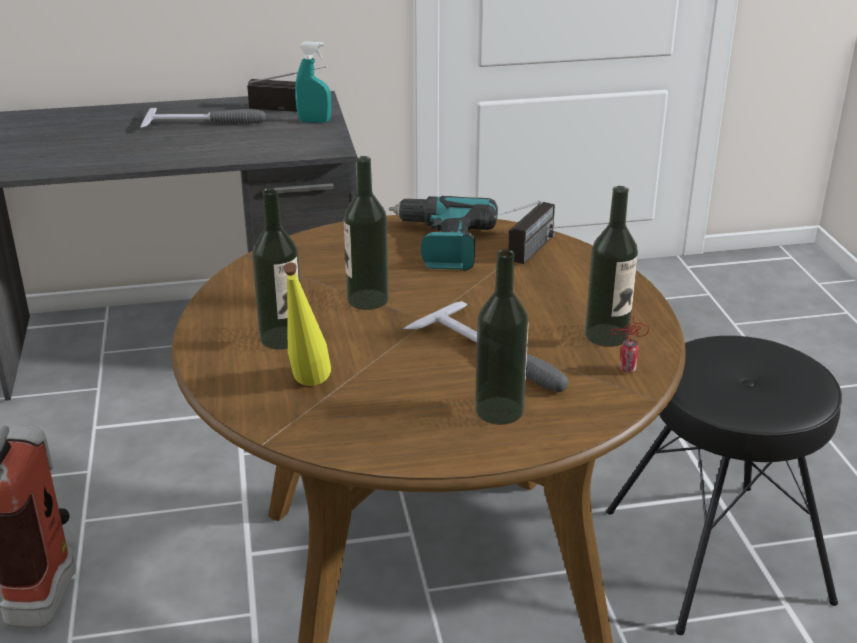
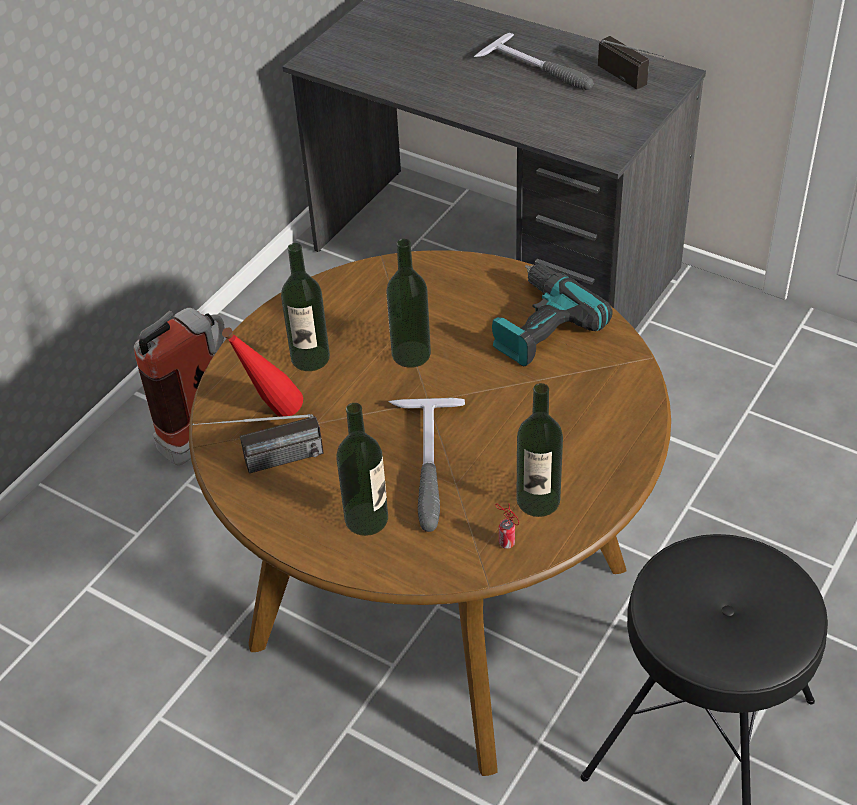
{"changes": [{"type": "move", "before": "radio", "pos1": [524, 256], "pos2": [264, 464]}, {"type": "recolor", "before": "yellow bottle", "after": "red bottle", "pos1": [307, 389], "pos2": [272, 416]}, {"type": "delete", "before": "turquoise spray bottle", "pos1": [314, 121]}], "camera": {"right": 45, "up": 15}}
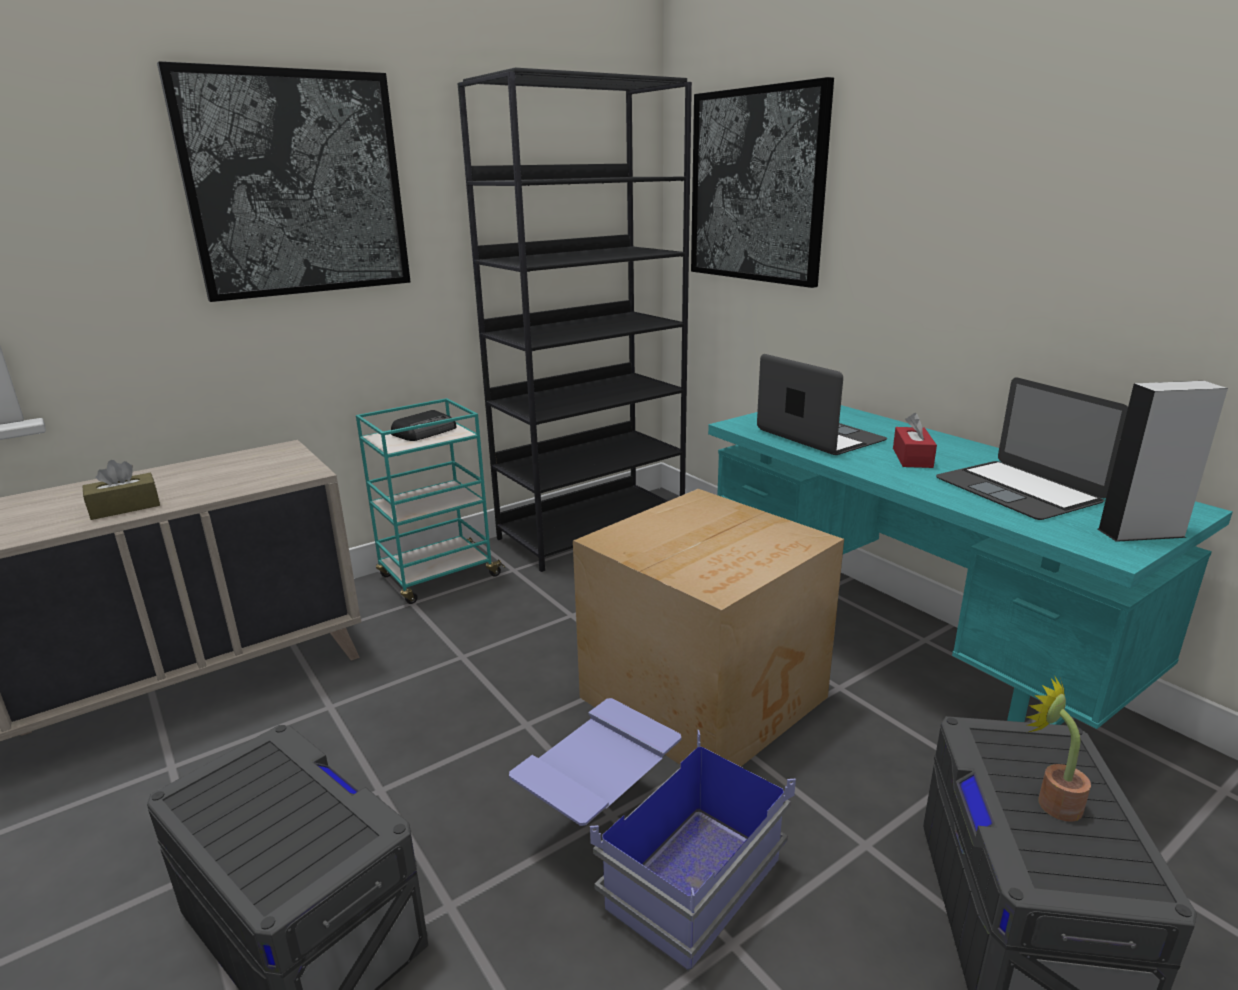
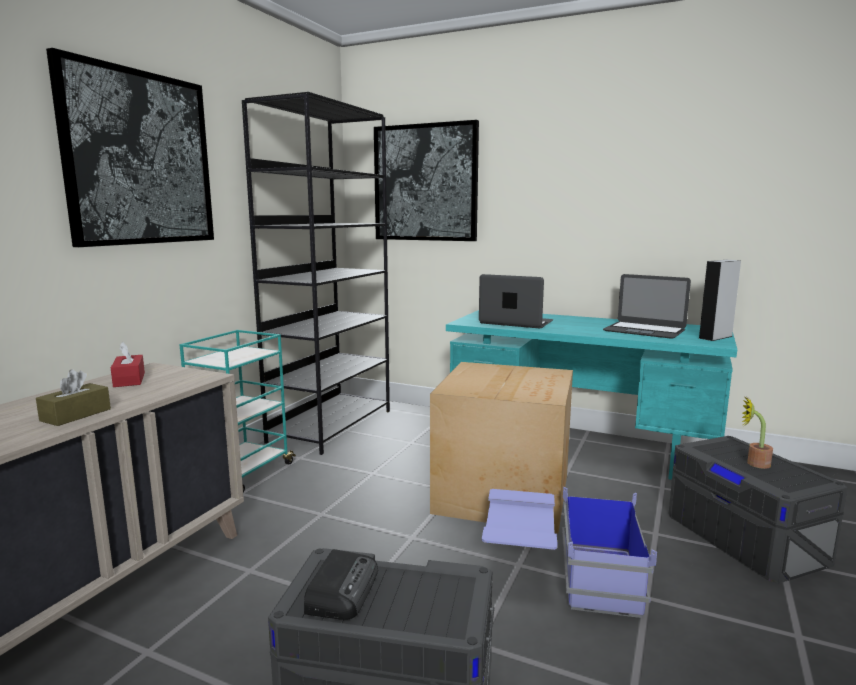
{"changes": [{"type": "move", "before": "red tissue box", "pos1": [912, 458], "pos2": [129, 380]}, {"type": "move", "before": "radio", "pos1": [426, 431], "pos2": [342, 589]}], "camera": {"right": -30, "up": -10}}
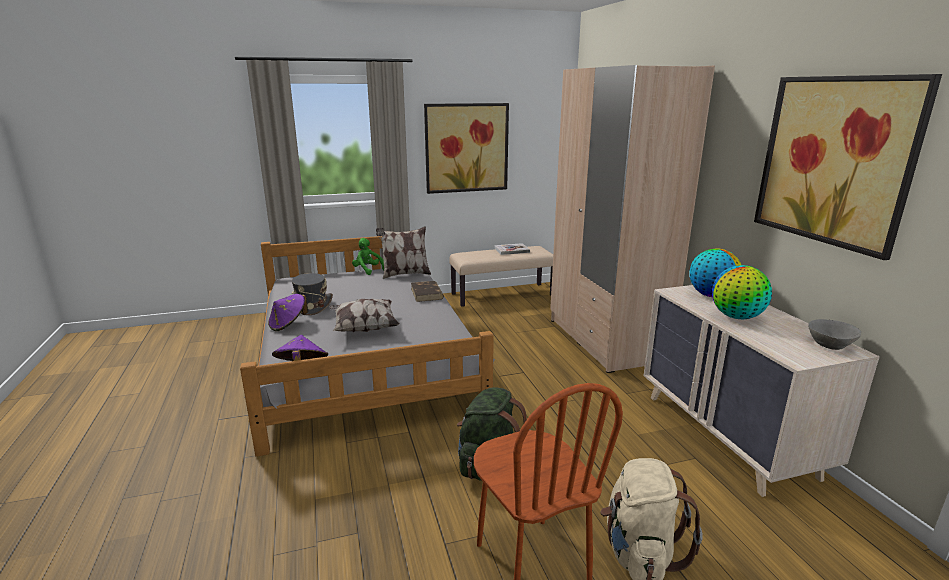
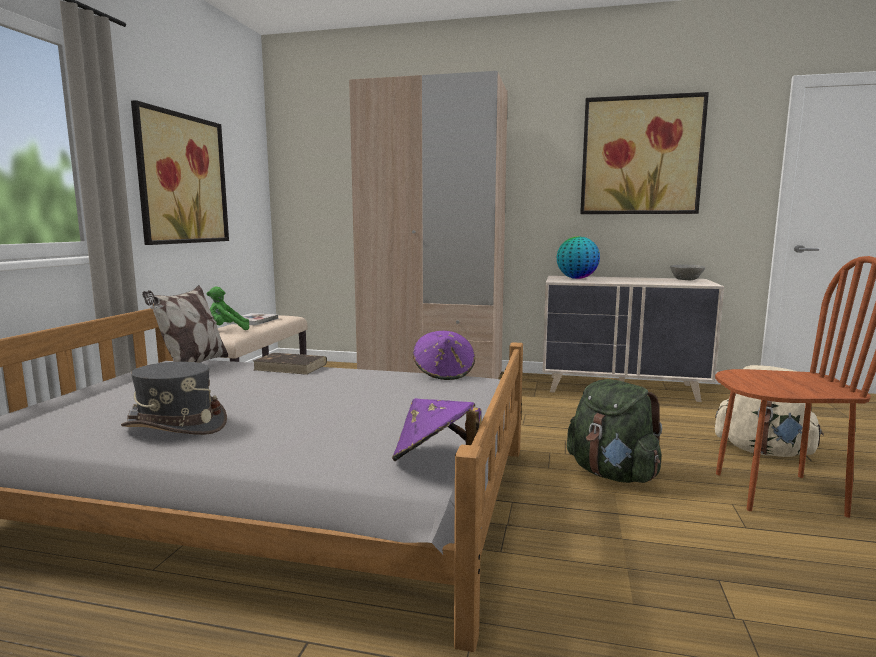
{"changes": [{"type": "move", "before": "green plush toy", "pos1": [368, 270], "pos2": [227, 330]}, {"type": "move", "before": "purple hat", "pos1": [288, 324], "pos2": [444, 373]}, {"type": "delete", "before": "pillow", "pos1": [364, 328]}, {"type": "delete", "before": "globe", "pos1": [737, 317]}], "camera": {"right": -60, "up": -10}}
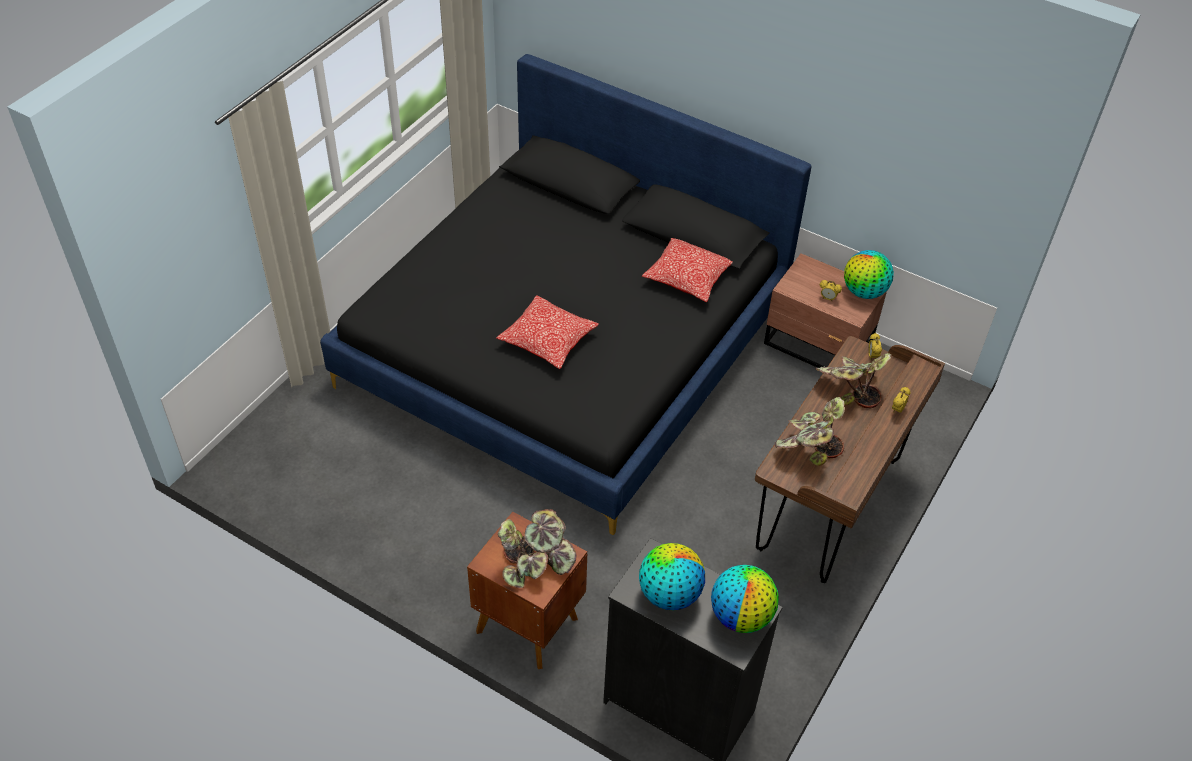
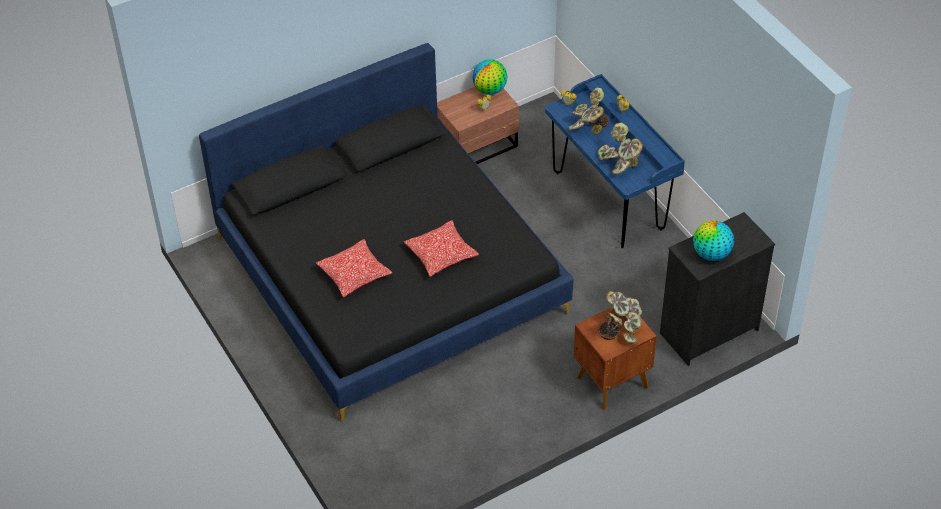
{"changes": [{"type": "move", "before": "pillow", "pos1": [688, 277], "pos2": [354, 274]}, {"type": "recolor", "before": "brown desk", "after": "blue desk", "pos1": [829, 505], "pos2": [608, 200]}, {"type": "delete", "before": "globe", "pos1": [741, 616]}], "camera": {"right": -60, "up": 0}}
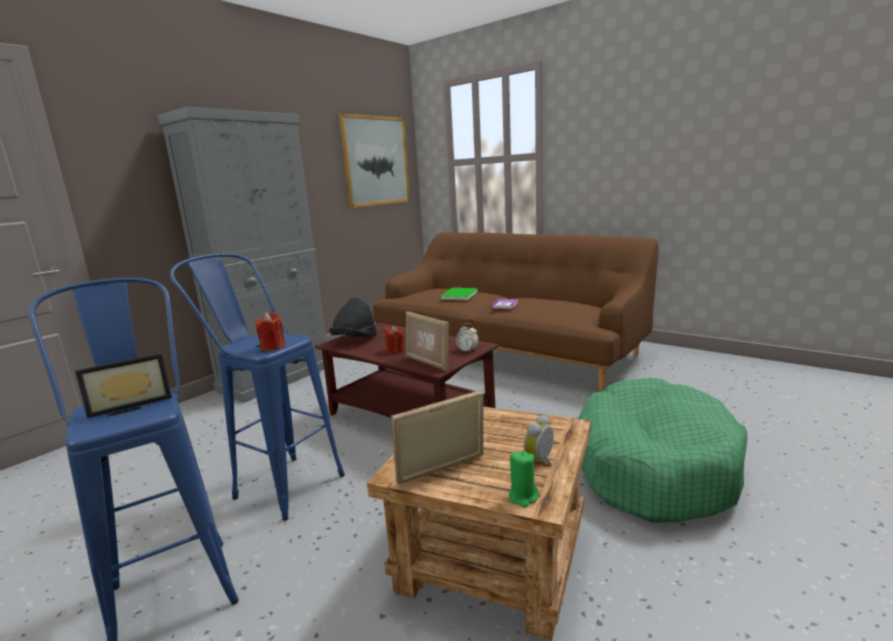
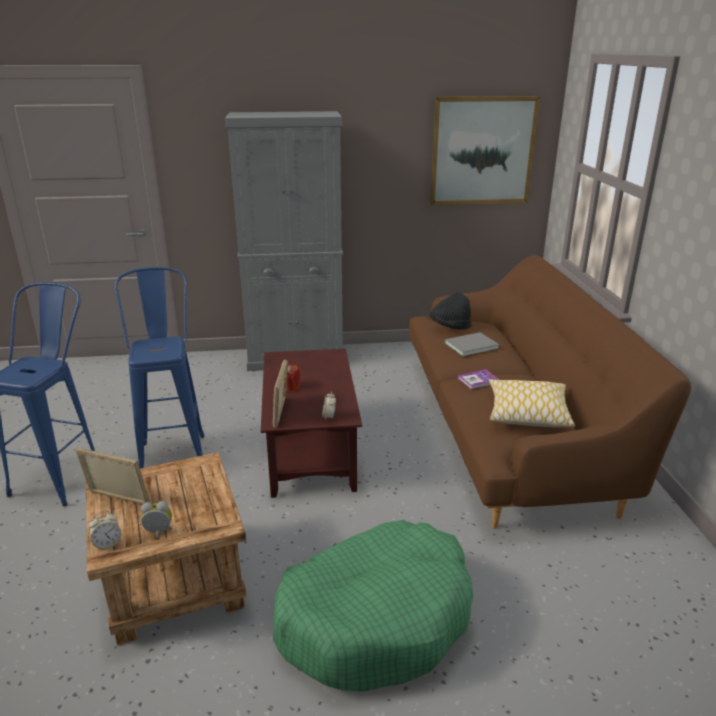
{"changes": [{"type": "replace", "before": "green candle", "after": "alarm clock", "pos1": [523, 497], "pos2": [107, 544]}, {"type": "move", "before": "black hat", "pos1": [355, 340], "pos2": [450, 327]}, {"type": "recolor", "before": "green book", "after": "grey book", "pos1": [458, 295], "pos2": [469, 345]}, {"type": "insert", "after": "pillow", "pos2": [527, 413]}, {"type": "delete", "before": "picture frame", "pos1": [131, 403]}, {"type": "delete", "before": "red candle", "pos1": [273, 347]}], "camera": {"right": 45, "up": 10}}
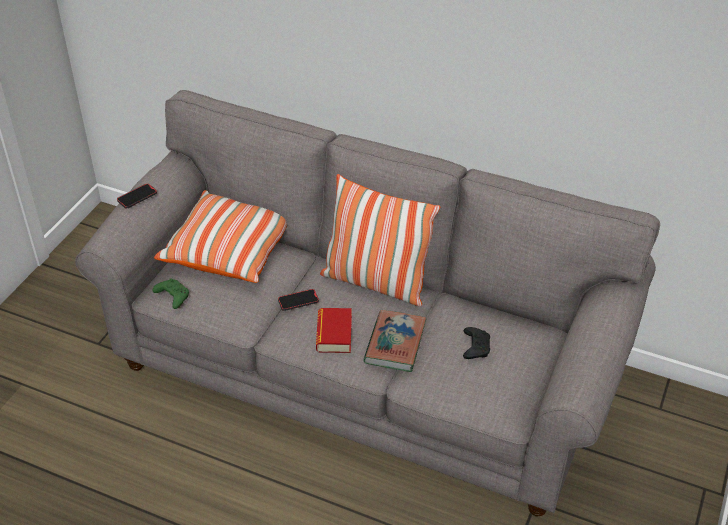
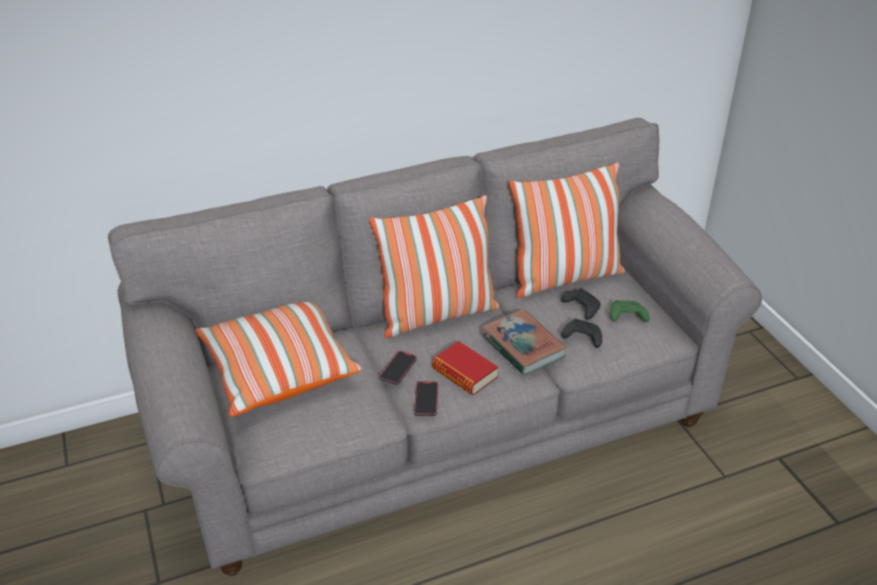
{"changes": [{"type": "move", "before": "phone", "pos1": [137, 197], "pos2": [426, 400]}, {"type": "insert", "after": "pillow", "pos2": [565, 277]}, {"type": "insert", "after": "black game controller", "pos2": [581, 338]}, {"type": "move", "before": "green game controller", "pos1": [172, 297], "pos2": [626, 317]}], "camera": {"right": -45, "up": -5}}
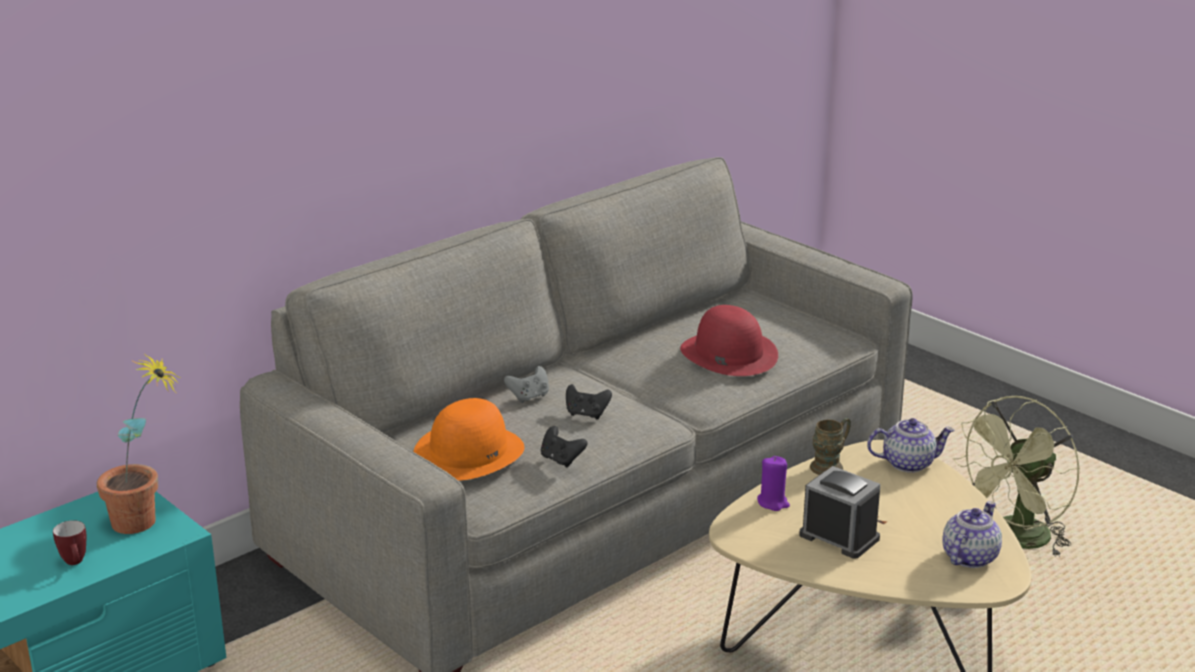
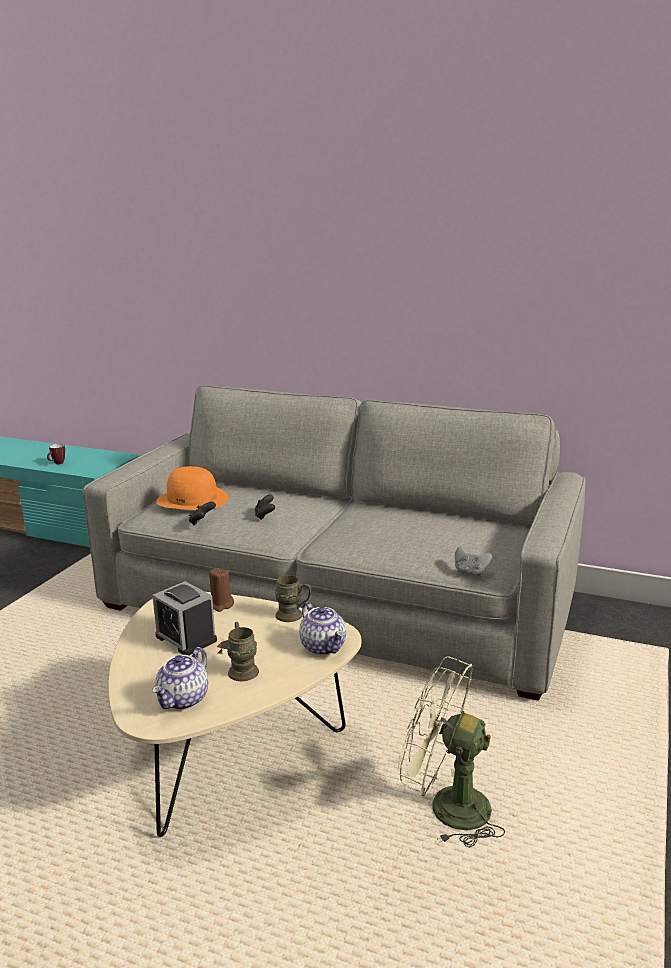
{"changes": [{"type": "rotate", "before": "alarm clock", "pos1": [839, 537], "pos2": [186, 638], "turn": 120}, {"type": "rotate", "before": "teapot", "pos1": [969, 557], "pos2": [183, 700], "turn": 105}, {"type": "recolor", "before": "purple candle", "after": "brown candle", "pos1": [773, 503], "pos2": [221, 605]}, {"type": "insert", "after": "brown mug", "pos2": [242, 668]}, {"type": "move", "before": "grey game controller", "pos1": [529, 397], "pos2": [470, 571]}, {"type": "delete", "before": "potted plant", "pos1": [147, 522]}, {"type": "delete", "before": "red hat", "pos1": [728, 353]}], "camera": {"right": 65, "up": -5}}
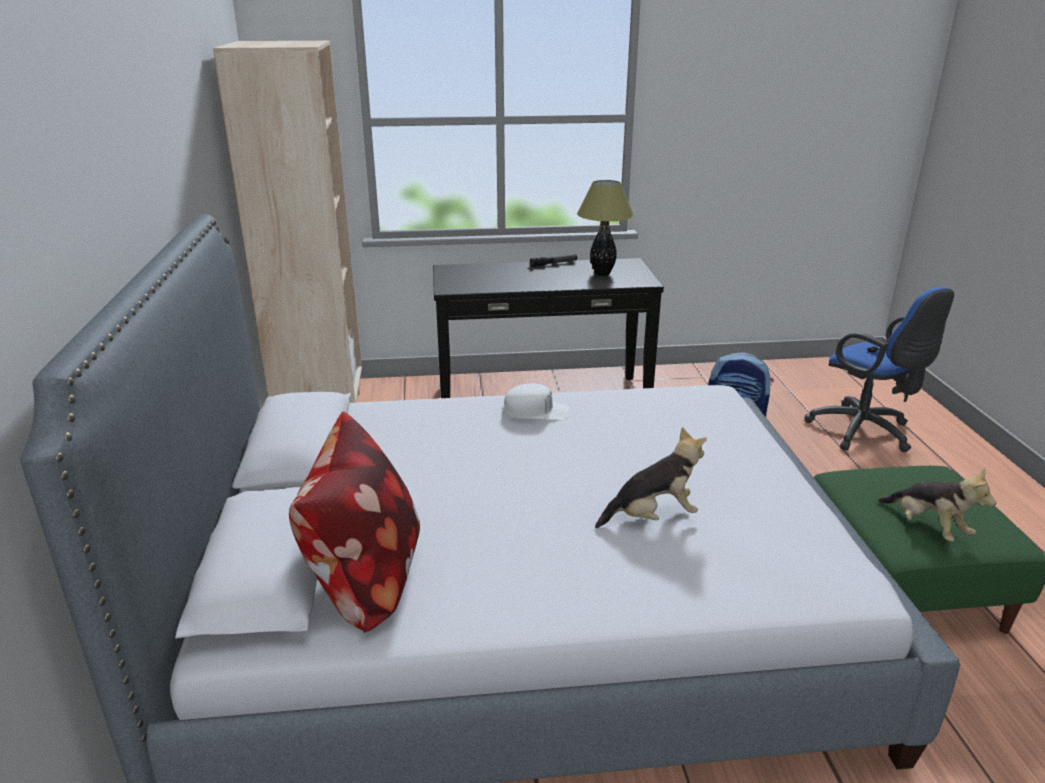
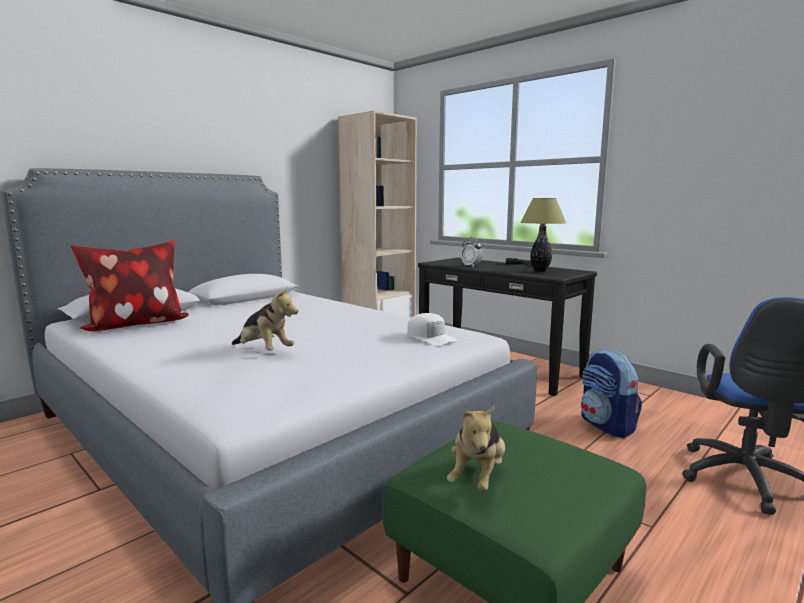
{"changes": [{"type": "move", "before": "white cap", "pos1": [536, 411], "pos2": [430, 338]}, {"type": "insert", "after": "alarm clock", "pos2": [471, 266]}], "camera": {"right": 50, "up": -15}}
